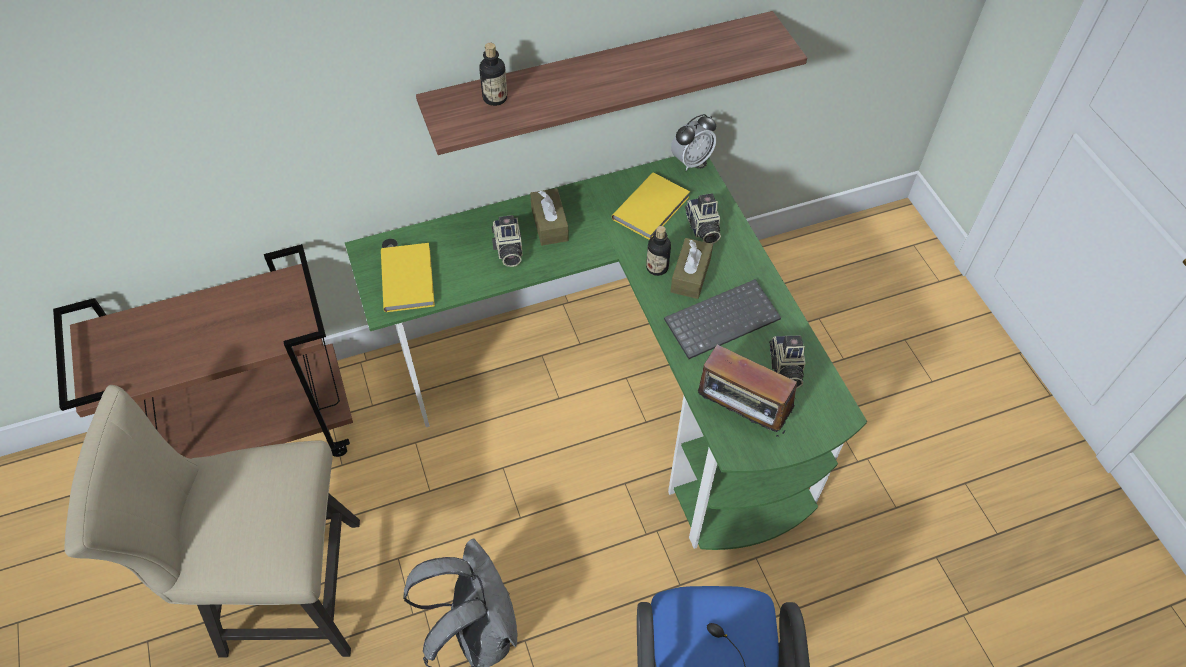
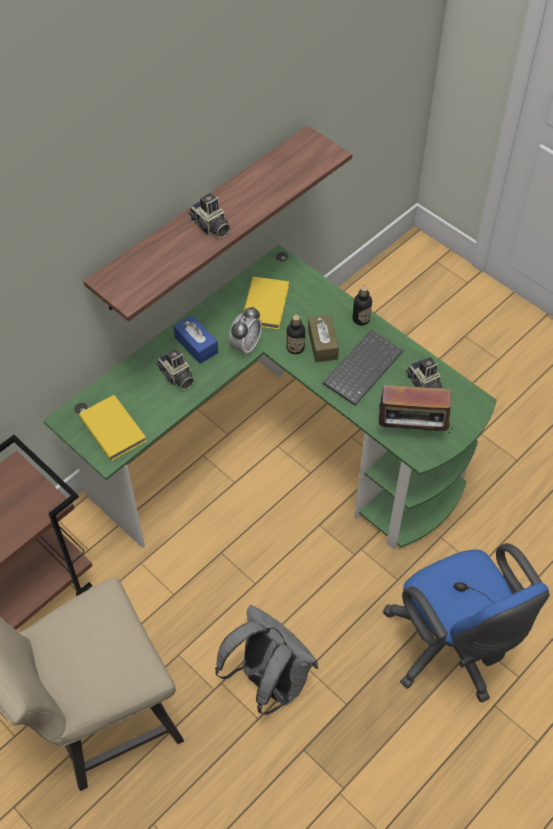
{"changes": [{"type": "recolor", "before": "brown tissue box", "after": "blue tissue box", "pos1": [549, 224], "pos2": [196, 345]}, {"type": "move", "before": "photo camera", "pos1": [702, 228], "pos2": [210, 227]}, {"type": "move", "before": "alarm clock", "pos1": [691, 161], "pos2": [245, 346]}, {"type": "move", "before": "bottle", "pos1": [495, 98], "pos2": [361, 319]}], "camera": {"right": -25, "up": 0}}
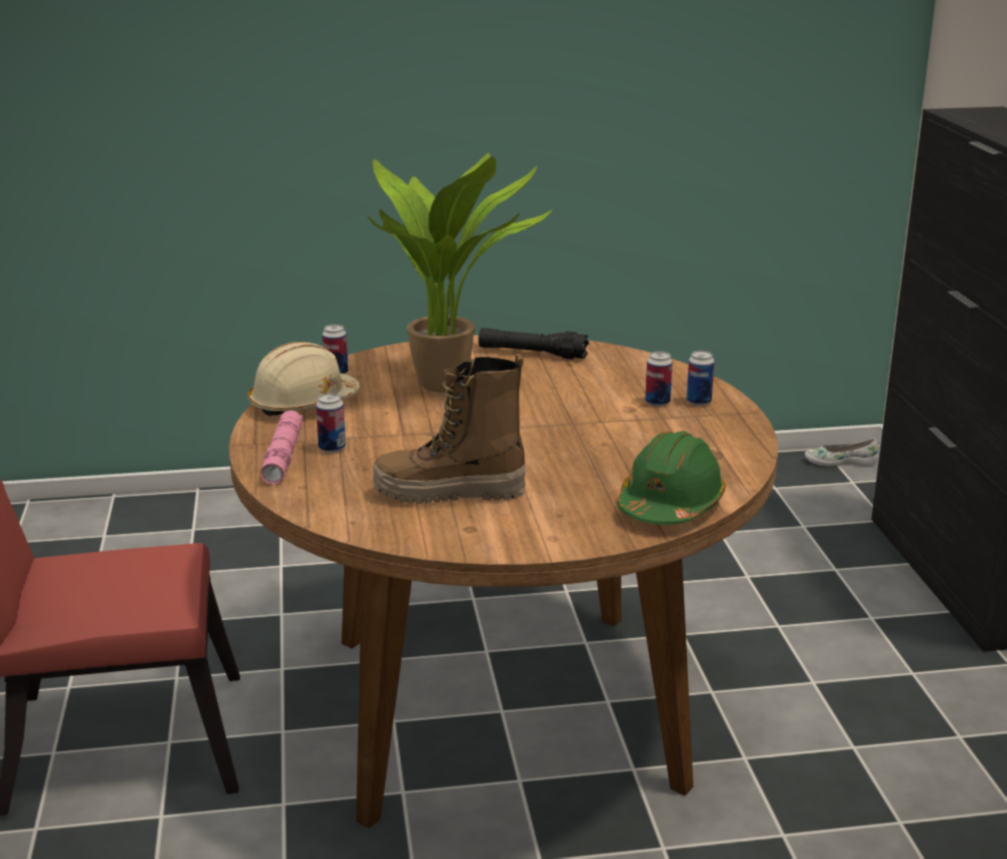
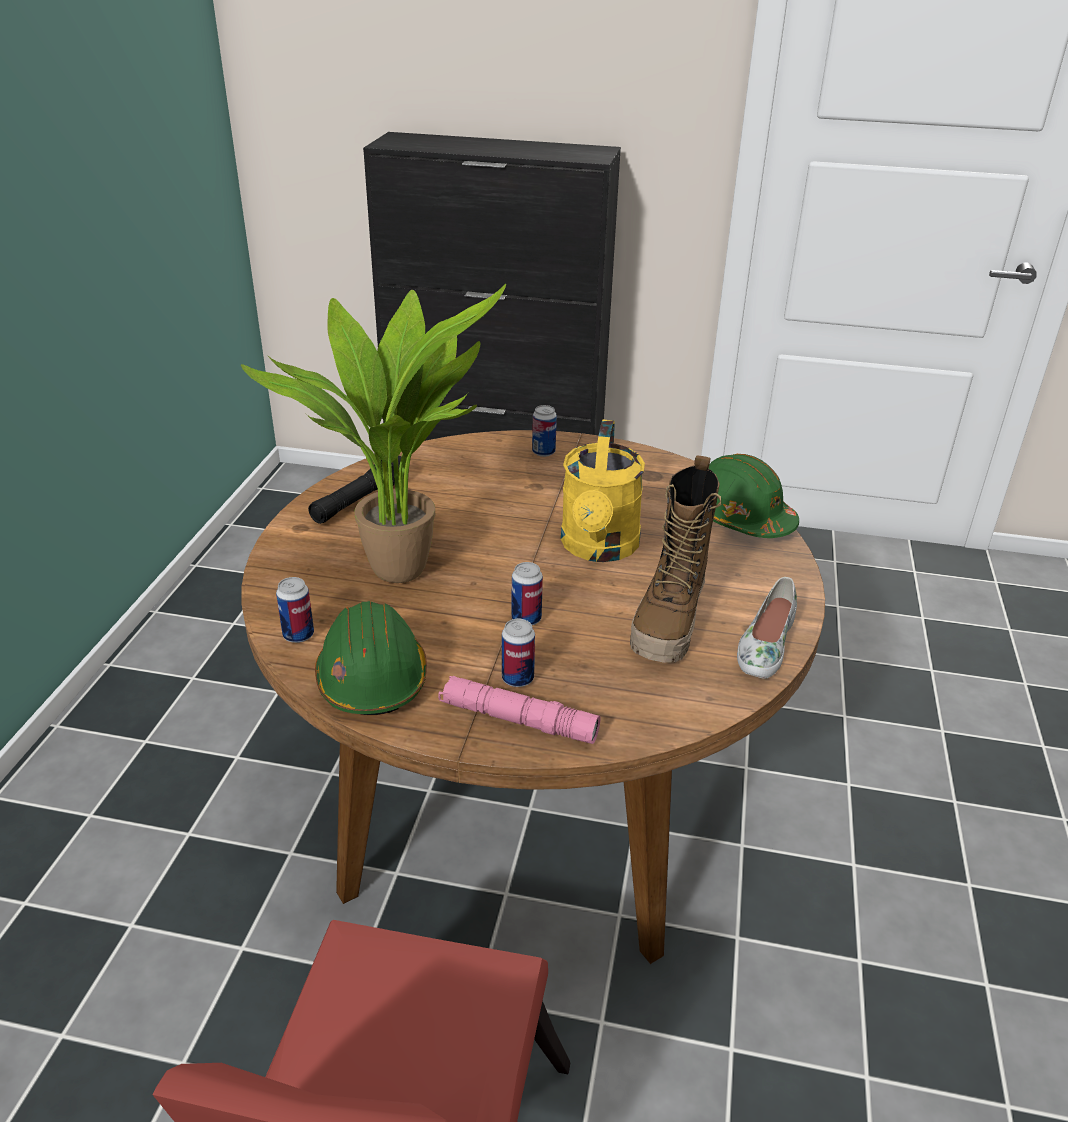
{"changes": [{"type": "recolor", "before": "beige hard hat", "after": "green hard hat", "pos1": [303, 403], "pos2": [372, 677]}, {"type": "move", "before": "can", "pos1": [657, 402], "pos2": [526, 619]}, {"type": "insert", "after": "yellow watering can", "pos2": [599, 548]}, {"type": "move", "before": "white shoe", "pos1": [840, 461], "pos2": [764, 644]}], "camera": {"right": -70, "up": 10}}
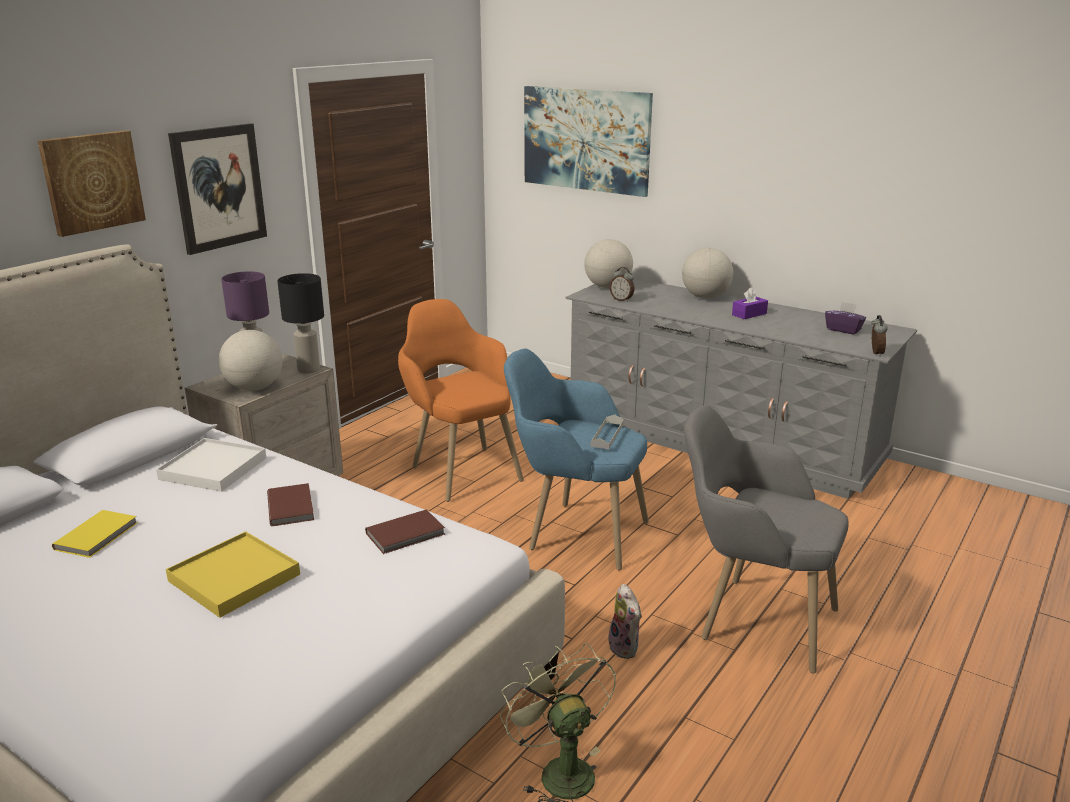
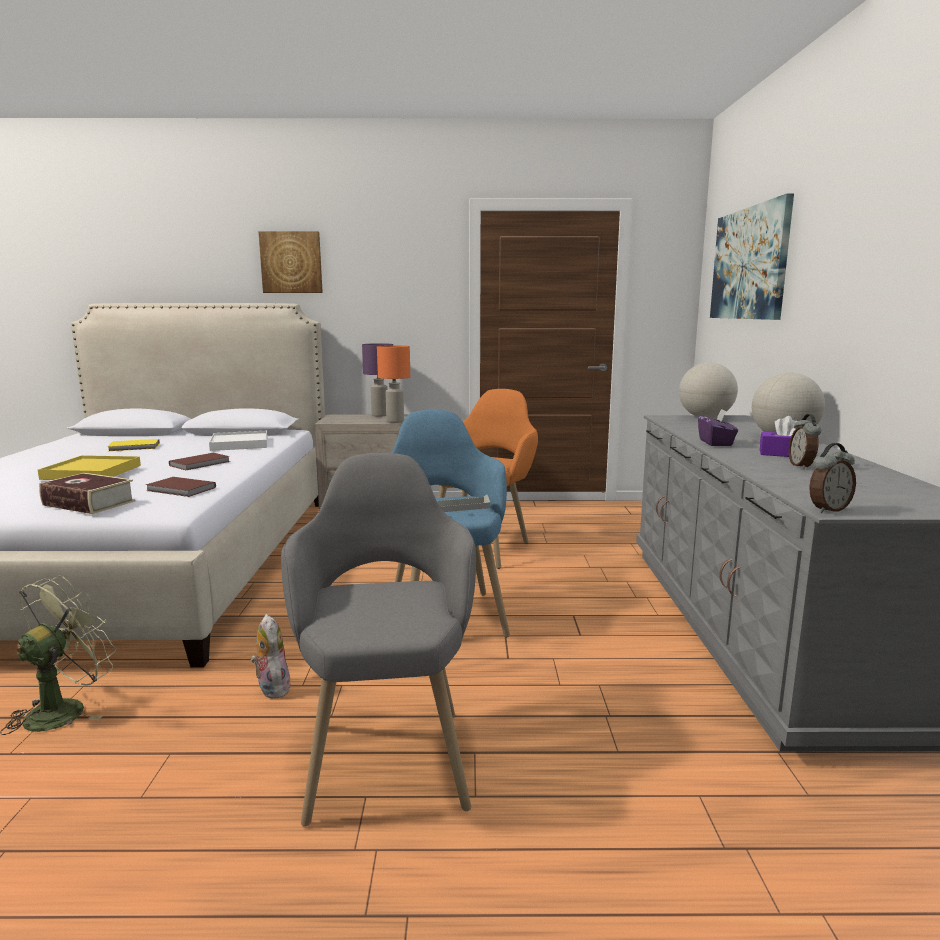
{"changes": [{"type": "insert", "after": "book", "pos2": [89, 503]}, {"type": "rotate", "before": "plush toy", "pos1": [626, 648], "pos2": [271, 688], "turn": 120}, {"type": "recolor", "before": "black table lamp", "after": "orange table lamp", "pos1": [308, 370], "pos2": [395, 421]}, {"type": "move", "before": "purple tissue box", "pos1": [843, 330], "pos2": [716, 443]}, {"type": "move", "before": "alarm clock", "pos1": [621, 300], "pos2": [802, 466]}, {"type": "delete", "before": "picture", "pos1": [219, 187]}, {"type": "delete", "before": "globe", "pos1": [254, 388]}], "camera": {"right": 55, "up": -10}}
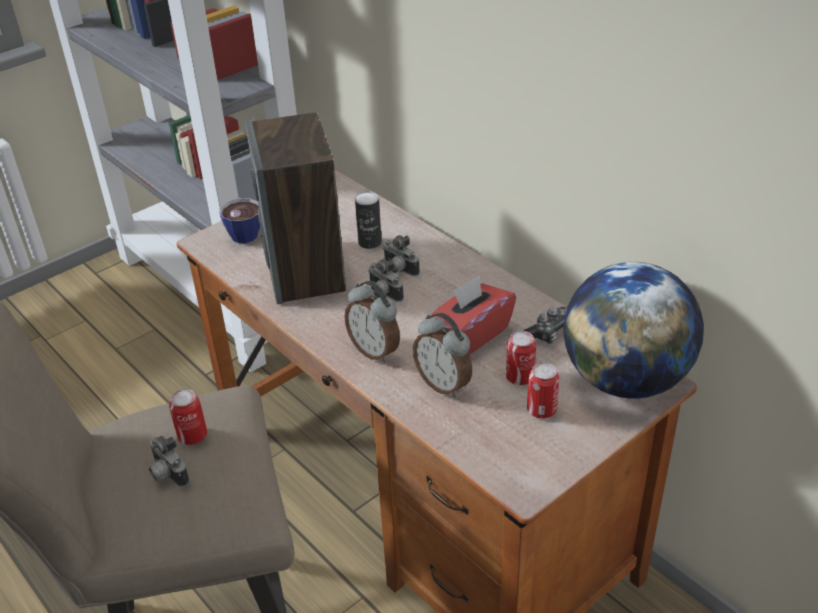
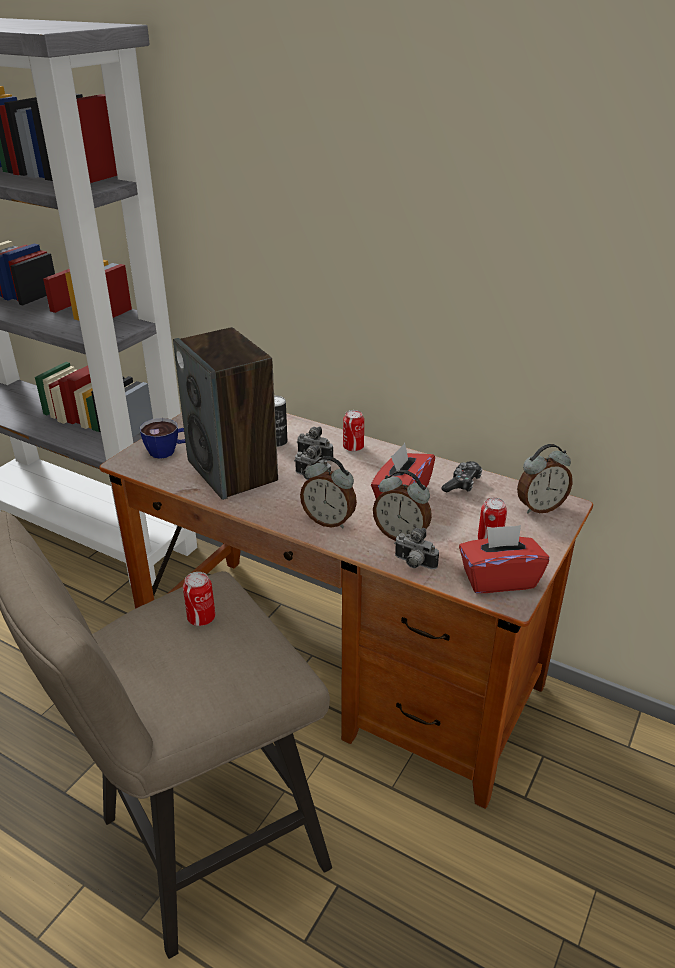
{"changes": [{"type": "move", "before": "can", "pos1": [520, 377], "pos2": [353, 447]}, {"type": "move", "before": "photo camera", "pos1": [167, 474], "pos2": [414, 564]}, {"type": "insert", "after": "red tissue box", "pos2": [498, 579]}, {"type": "replace", "before": "globe", "after": "alarm clock", "pos1": [626, 380], "pos2": [539, 507]}], "camera": {"right": -20, "up": -5}}
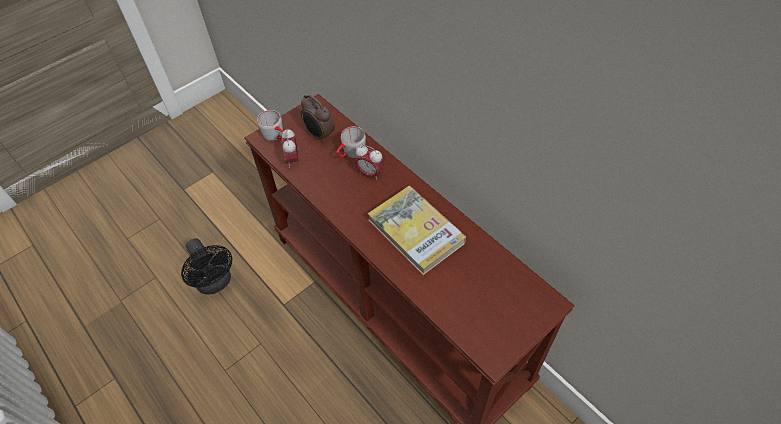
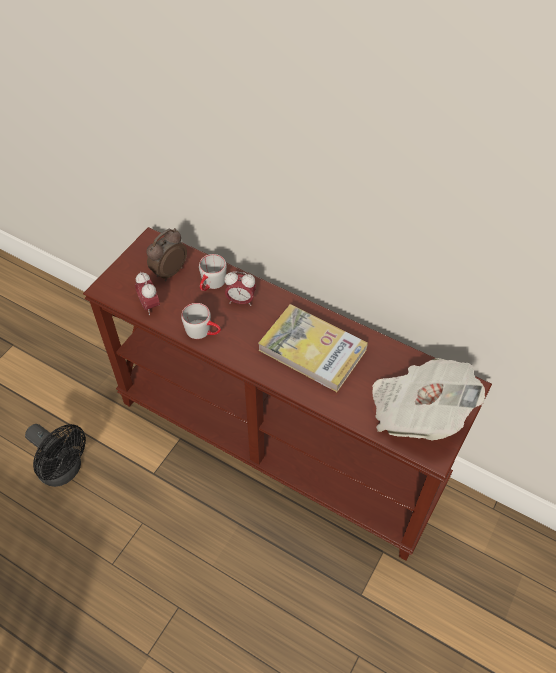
{"changes": [{"type": "rotate", "before": "alarm clock", "pos1": [319, 135], "pos2": [169, 272], "turn": 105}, {"type": "move", "before": "grey mug", "pos1": [276, 136], "pos2": [203, 331]}, {"type": "insert", "after": "newspaper", "pos2": [418, 411]}], "camera": {"right": -20, "up": 0}}
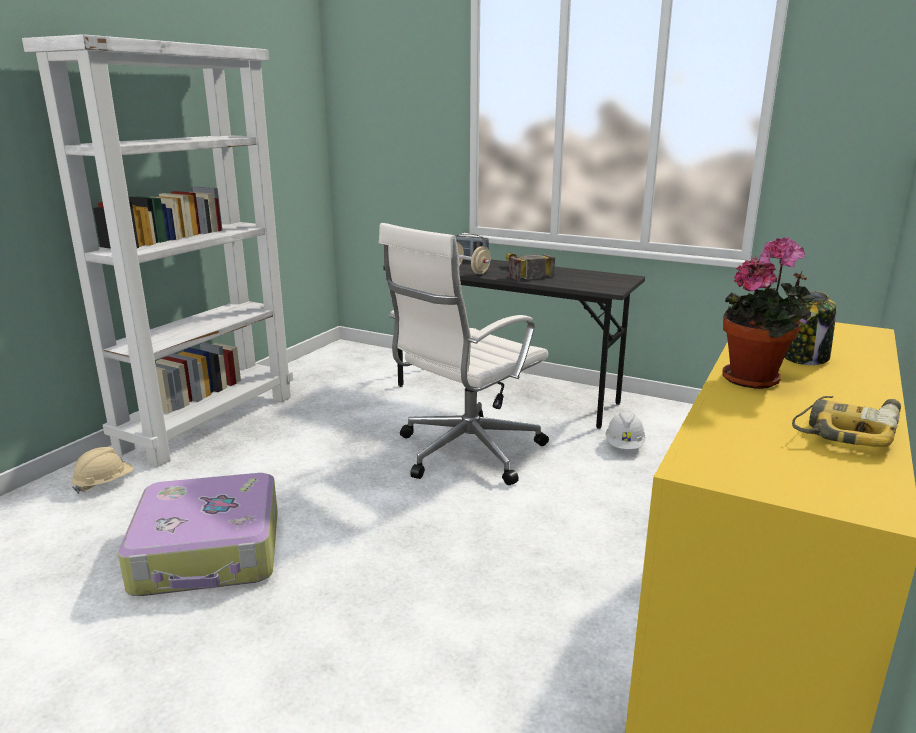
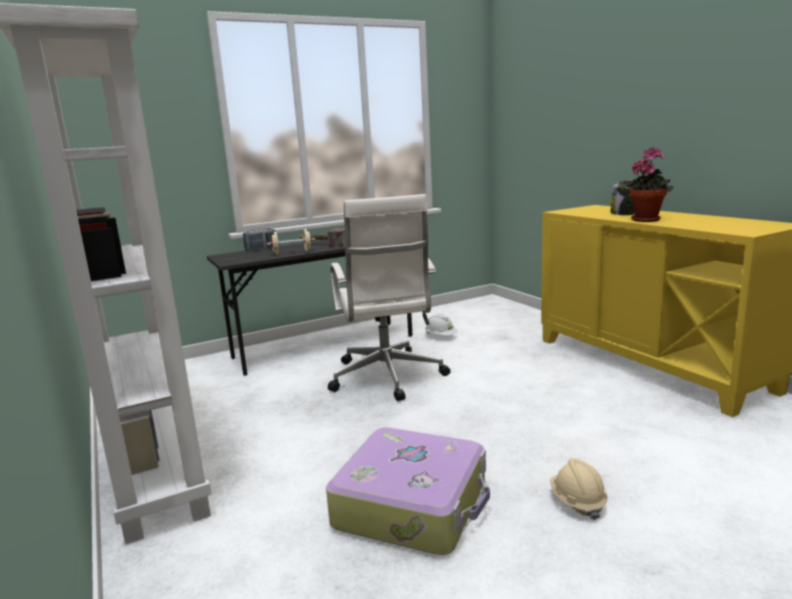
{"changes": [{"type": "move", "before": "beige hard hat", "pos1": [104, 483], "pos2": [577, 502]}, {"type": "delete", "before": "power drill", "pos1": [847, 430]}], "camera": {"right": -55, "up": -5}}
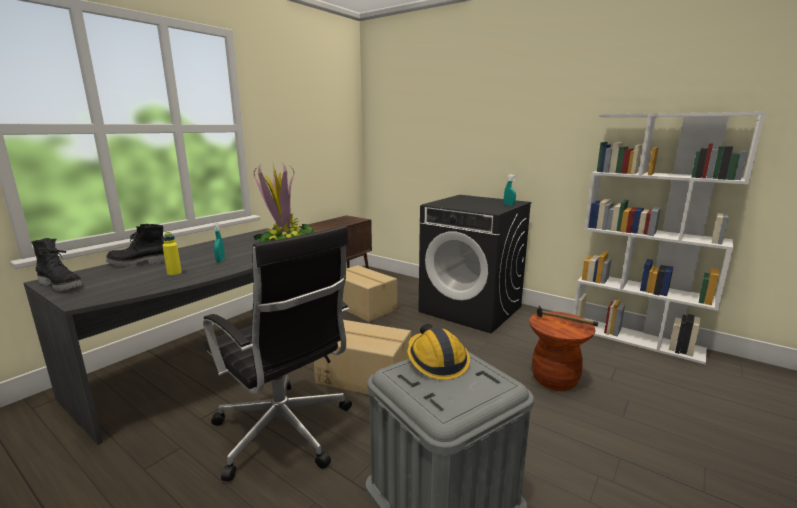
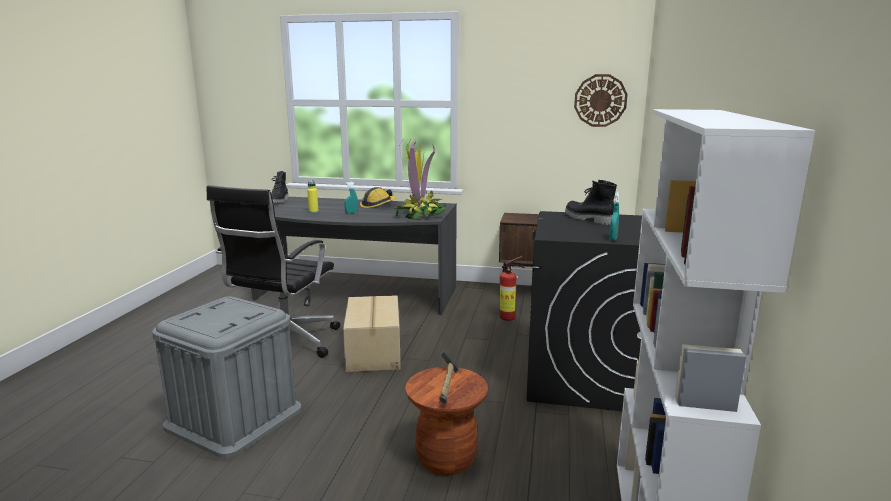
{"changes": [{"type": "move", "before": "hard hat", "pos1": [436, 360], "pos2": [378, 205]}, {"type": "replace", "before": "cardboard box", "after": "fire extinguisher", "pos1": [363, 306], "pos2": [510, 318]}, {"type": "move", "before": "black boot", "pos1": [137, 263], "pos2": [587, 219]}, {"type": "insert", "after": "wall clock", "pos2": [600, 100]}], "camera": {"right": 65, "up": 0}}
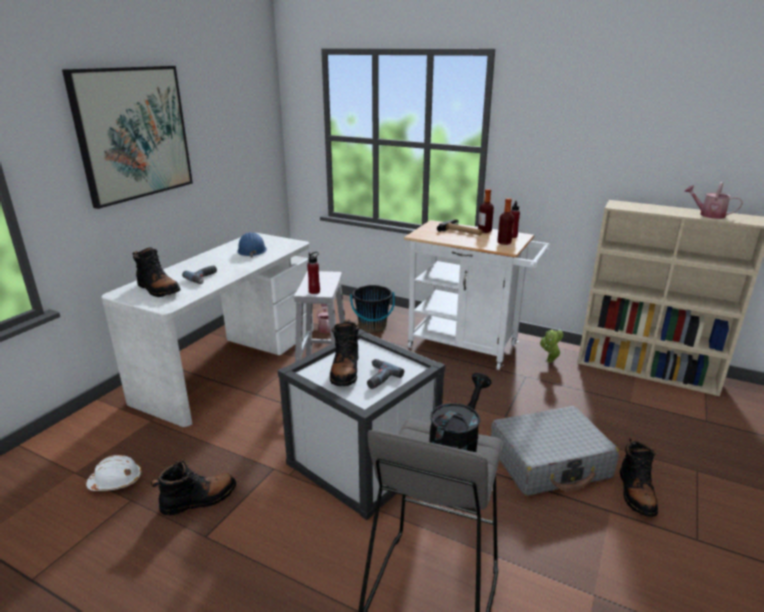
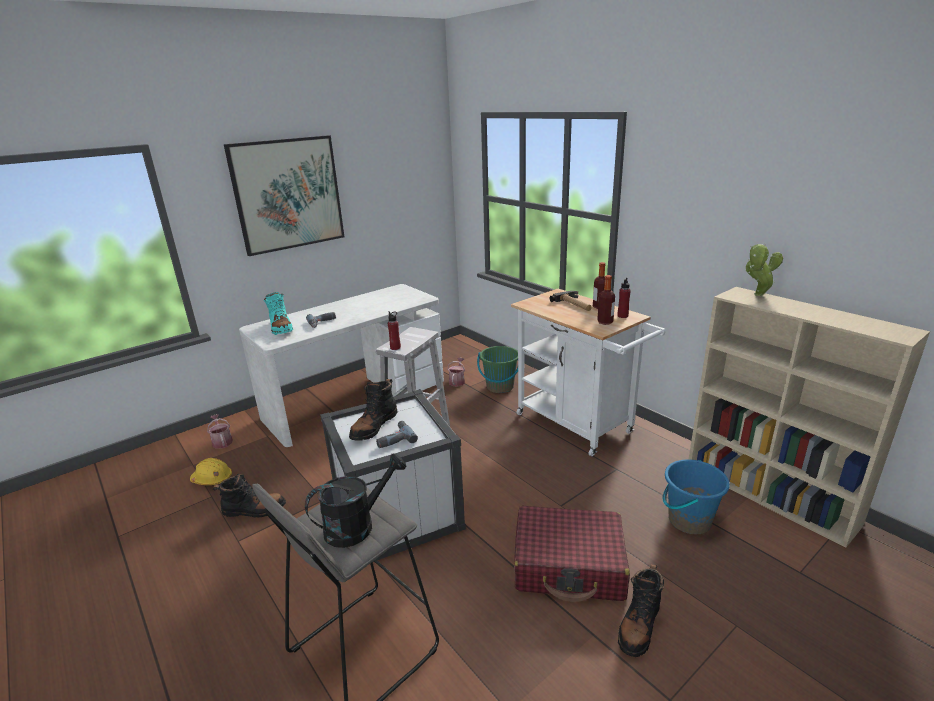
{"changes": [{"type": "recolor", "before": "white hard hat", "after": "yellow hard hat", "pos1": [116, 481], "pos2": [212, 479]}, {"type": "move", "before": "watering can", "pos1": [708, 215], "pos2": [222, 441]}, {"type": "recolor", "before": "black boot", "after": "turquoise boot", "pos1": [158, 289], "pos2": [281, 328]}, {"type": "recolor", "before": "black bucket", "after": "green bucket", "pos1": [372, 326], "pos2": [500, 387]}, {"type": "recolor", "before": "grey suitcase", "after": "red suitcase", "pos1": [549, 462], "pos2": [569, 565]}, {"type": "insert", "after": "blue bucket", "pos2": [688, 520]}, {"type": "move", "before": "potted plant", "pos1": [549, 362], "pos2": [757, 295]}, {"type": "delete", "before": "blue hard hat", "pos1": [251, 250]}], "camera": {"right": 25, "up": 0}}
